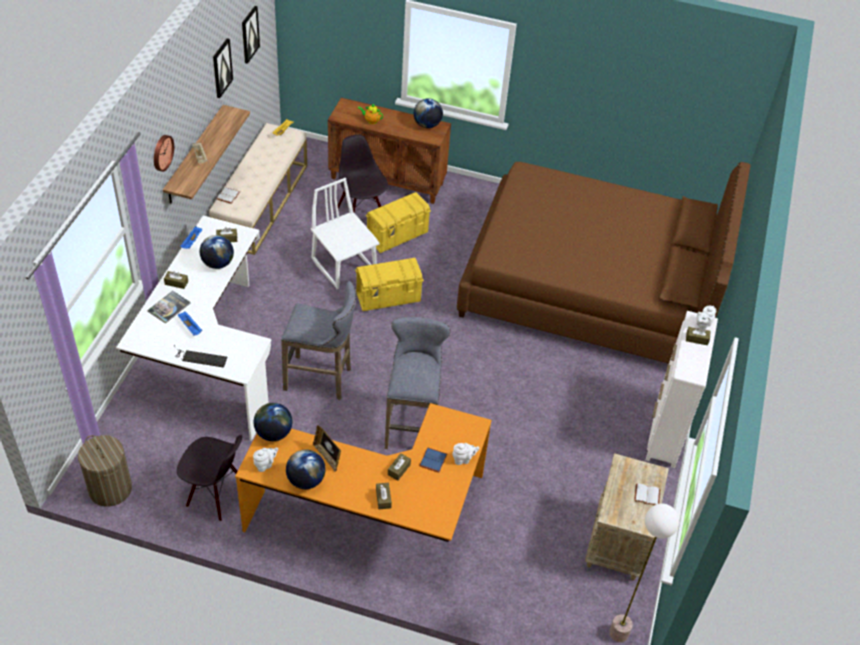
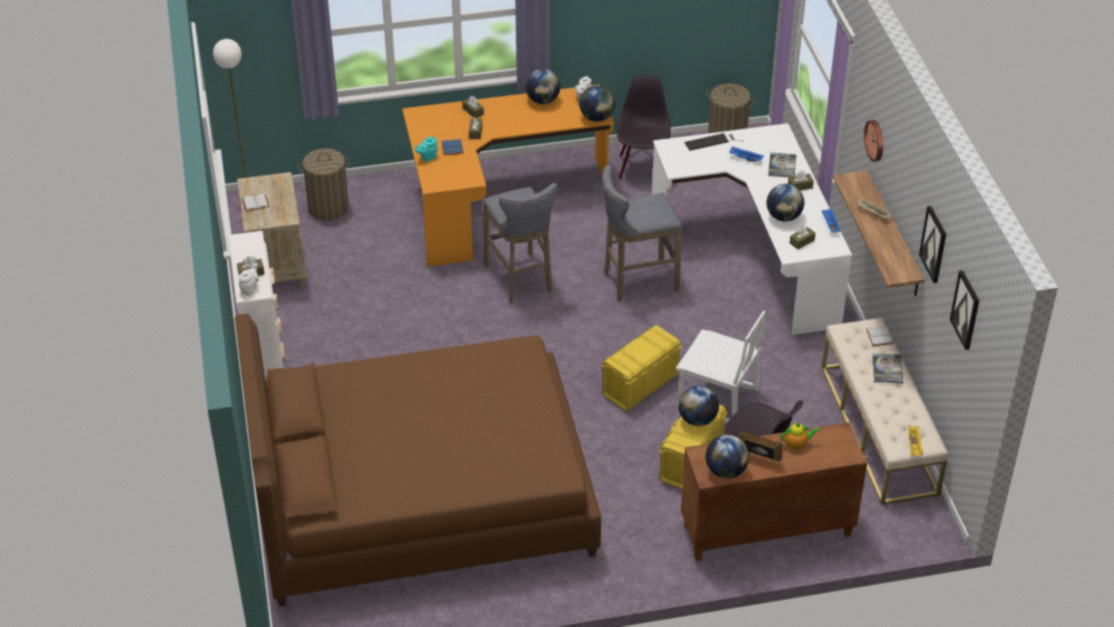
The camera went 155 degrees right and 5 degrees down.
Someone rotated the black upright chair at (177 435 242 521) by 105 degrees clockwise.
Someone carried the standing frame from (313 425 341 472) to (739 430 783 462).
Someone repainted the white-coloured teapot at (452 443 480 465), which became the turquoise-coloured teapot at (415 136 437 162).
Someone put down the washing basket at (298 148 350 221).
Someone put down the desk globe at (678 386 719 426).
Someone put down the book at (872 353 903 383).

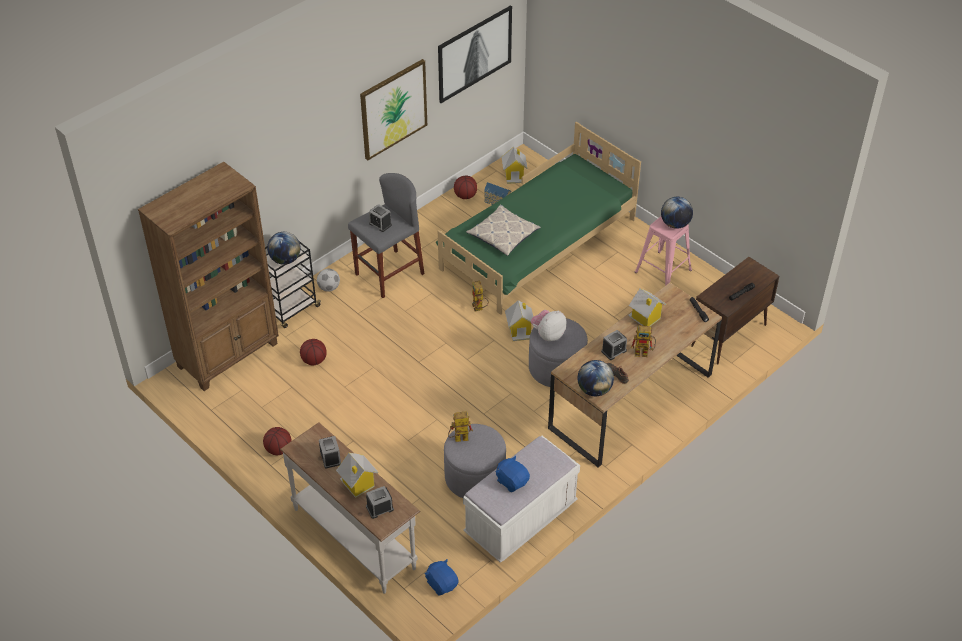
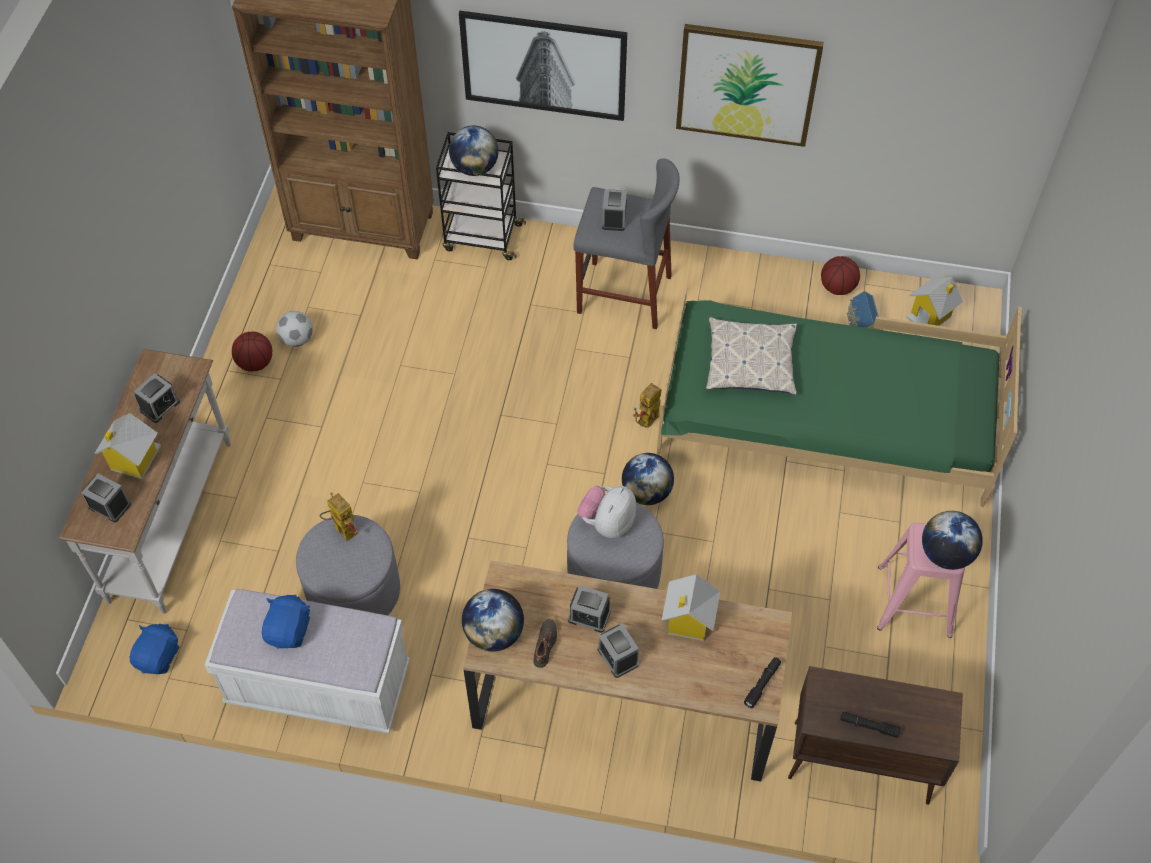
The camera went 55 degrees right and 10 degrees up.
Someone took away the ball for basketball at (300 339 327 365).
Someone carried the ball for football from (317 269 340 292) to (276 311 313 347).
Someone carried the wall picture from (438 5 512 103) to (459 11 627 121).
Someone swapped the miniature house at (505 300 534 341) for the desk globe at (622 453 674 505).
Someone rotated the soft toy at (531 310 566 341) by 75 degrees counterclockwise.
Someone swapped the model robot at (631 326 656 357) for the alarm clock at (598 624 639 678).

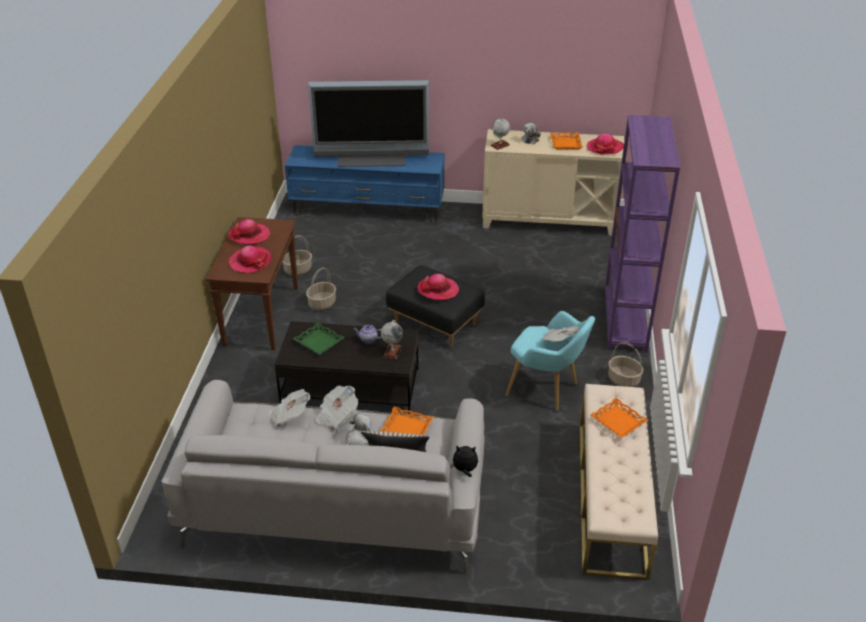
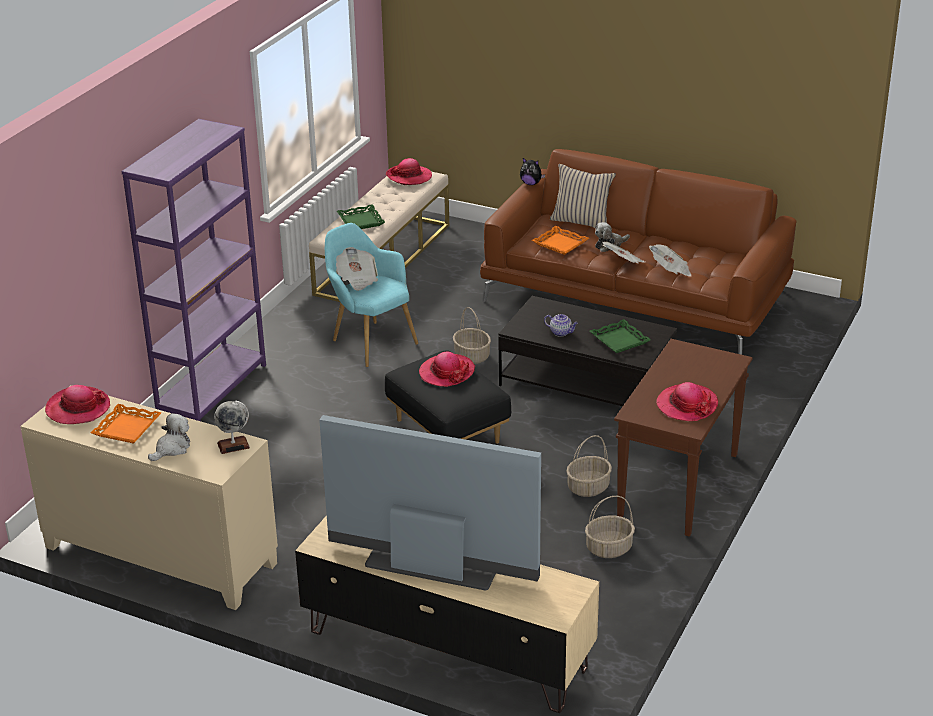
The camera went 160 degrees left and 5 degrees down.
Someone repainted the gray sofa at (161 380 485 574), which became the brown sofa at (480 149 797 355).
Someone carried the wearable hat from (229 246 272 273) to (385 158 432 185).
Someone repainted the blue tv stand at (285 145 445 223), which became the sand-coloured tv stand at (295 515 599 713).
Someone took away the desk globe at (381 320 403 360).
Someone repainted the orangey serving tray at (590 398 648 438), which became the greenish serving tray at (337 204 385 229).
Someone carried the basket from (608 342 643 387) to (453 307 491 364).

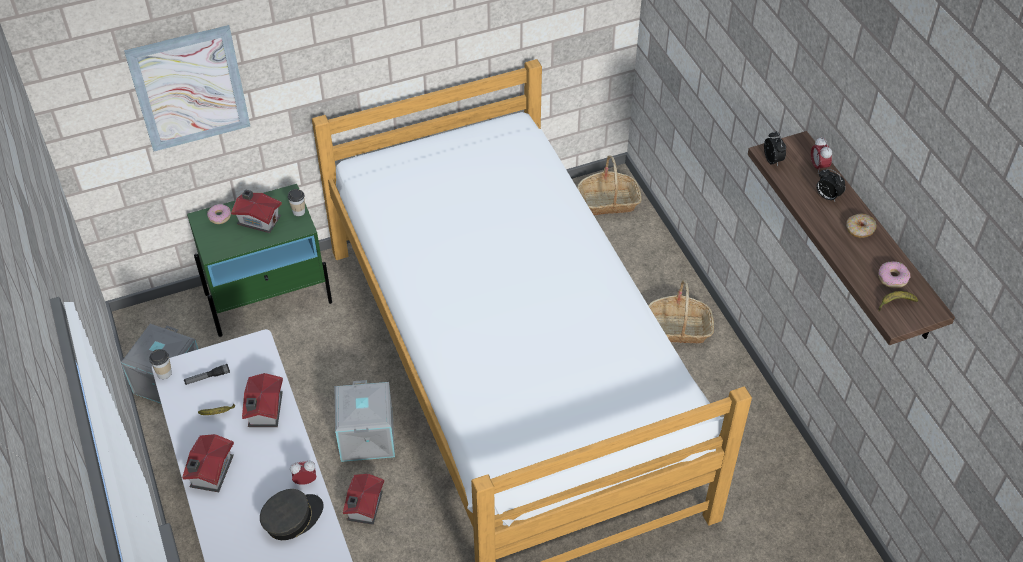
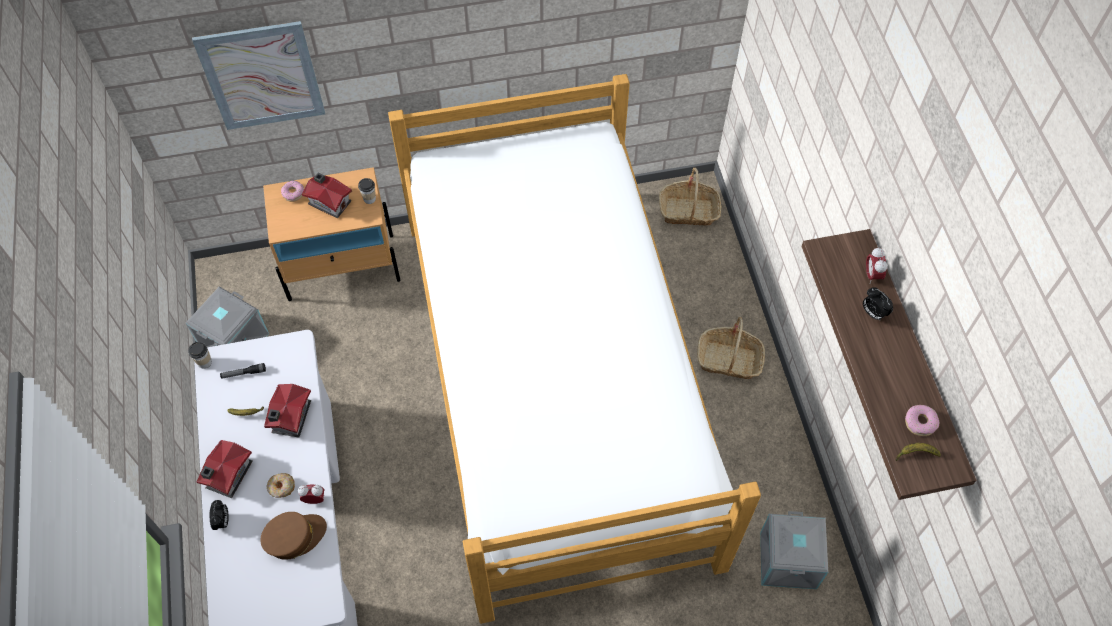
The camera went 10 degrees right and 10 degrees up.
Someone repainted the greenish nightstand at (187 184 332 337), which became the sand-coloured nightstand at (263 167 400 301).
Someone repainted the gray peaked cap at (260 489 324 540), which became the brown peaked cap at (260 512 327 560).
Someone carried the gray storage container from (334 380 395 462) to (760 511 828 589).
Someone took away the miniature house at (343 474 384 525).
Someone carried the alarm clock from (764 131 786 167) to (210 500 228 530).
Someone carried the ring doughnut from (846 213 877 238) to (266 473 295 498).

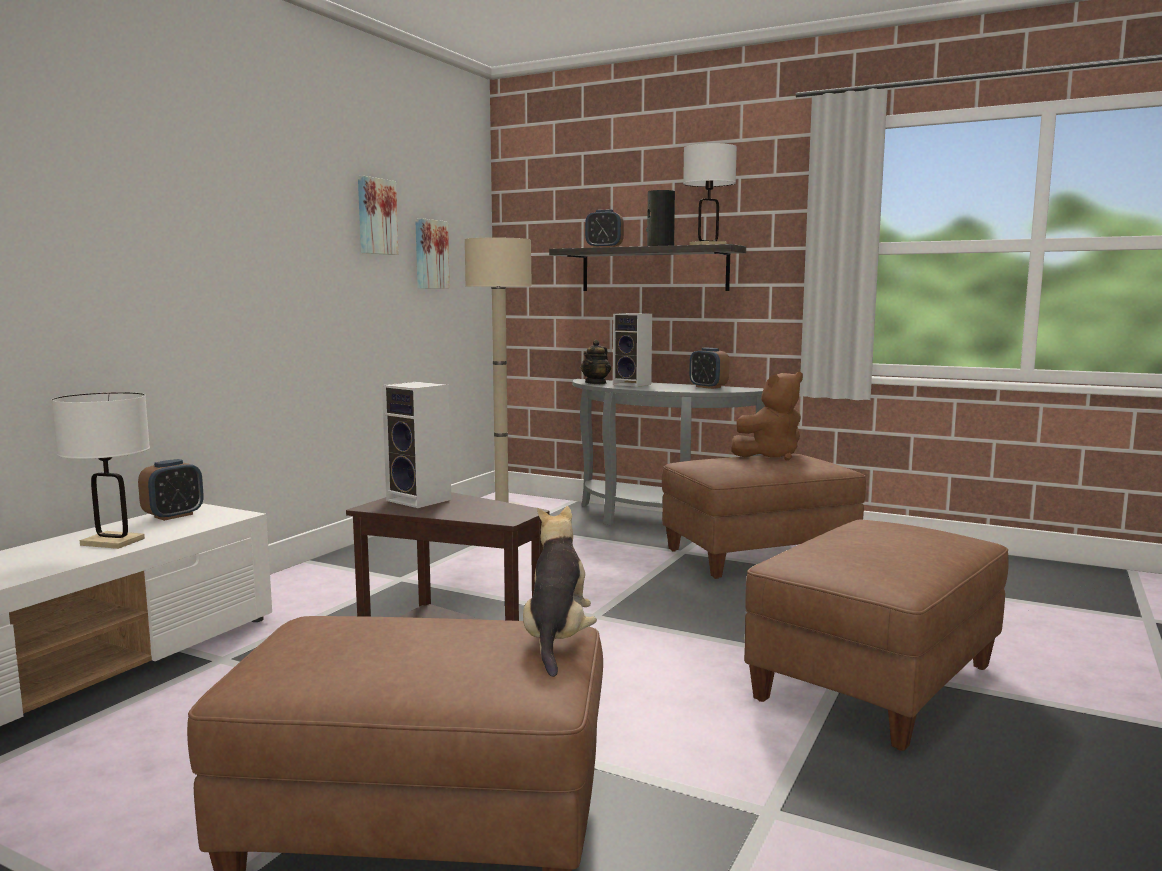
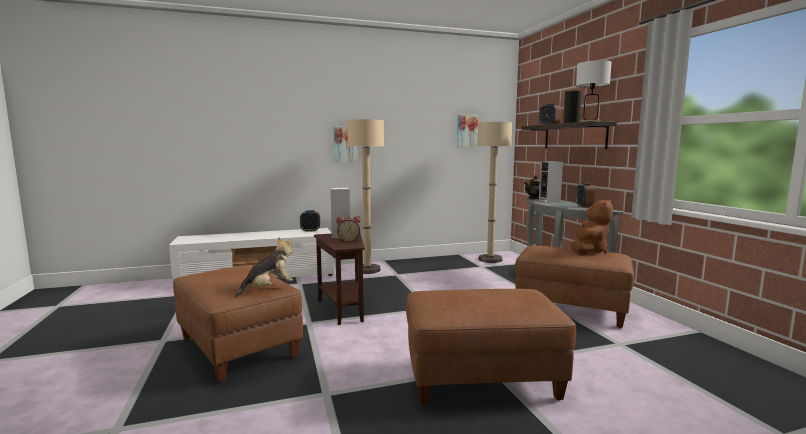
The camera went 45 degrees right and 0 degrees up.
Someone took away the white-coloured lamp for a table at (52 392 150 549).
Someone carried the wall picture from (358 176 399 255) to (334 126 358 162).
Someone rotated the brown soft toy at (731 372 803 461) by 75 degrees counterclockwise.
Someone put down the alarm clock at (336 216 361 242).
Someone put down the sand-coloured floor lamp at (347 119 384 274).

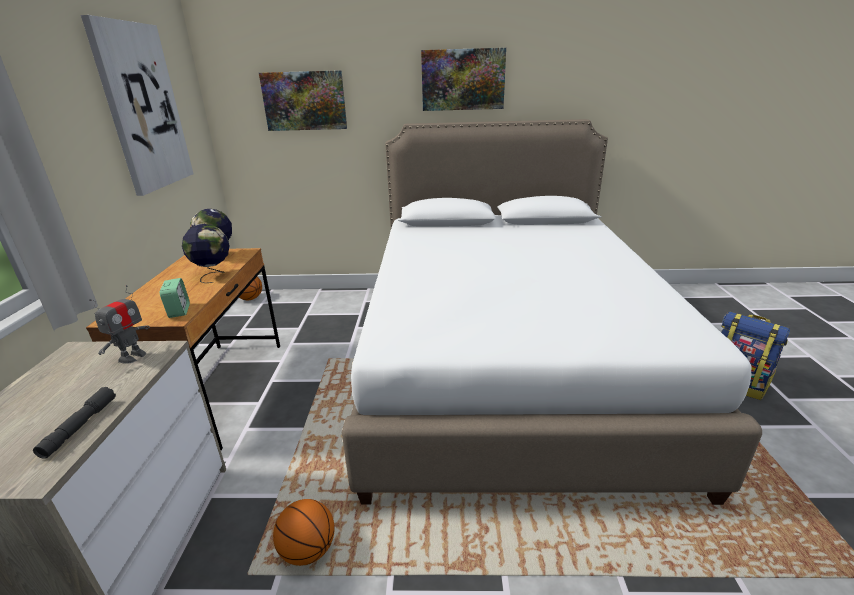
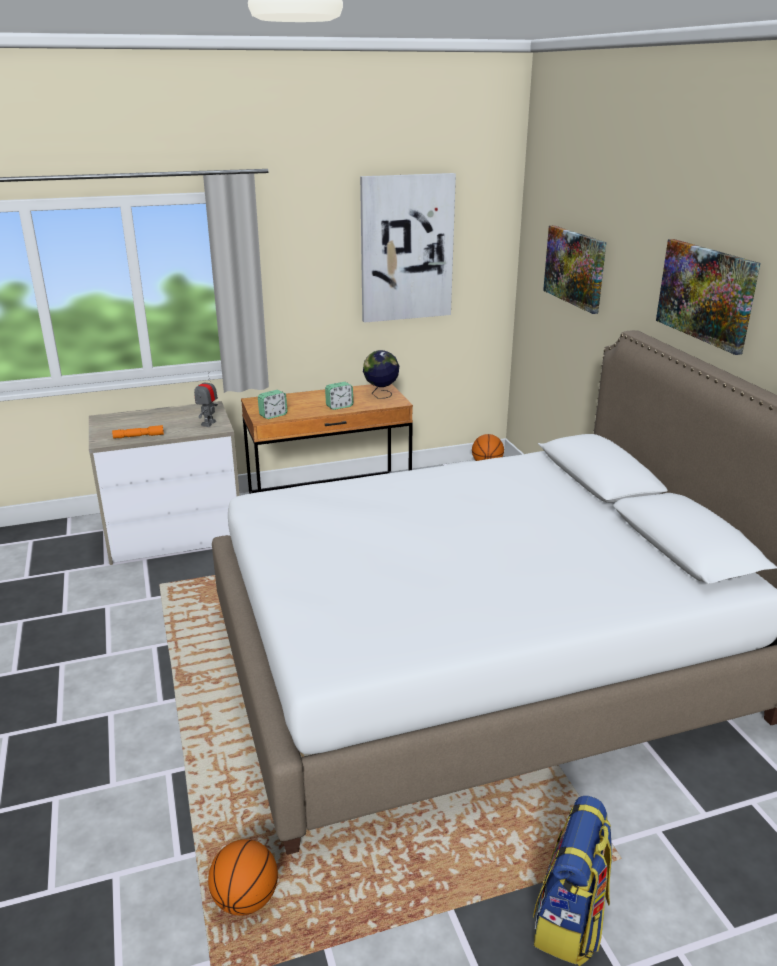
The camera went 70 degrees right and 0 degrees up.
Someone repainted the gray torch at (33 387 116 459), which became the orangey torch at (112 425 164 439).
Someone rotated the model robot at (89 285 150 364) by 105 degrees clockwise.
Someone swapped the desk globe at (182 224 230 283) for the alarm clock at (325 382 353 410).
Someone carried the ball for basketball from (273 499 335 566) to (208 839 278 916).

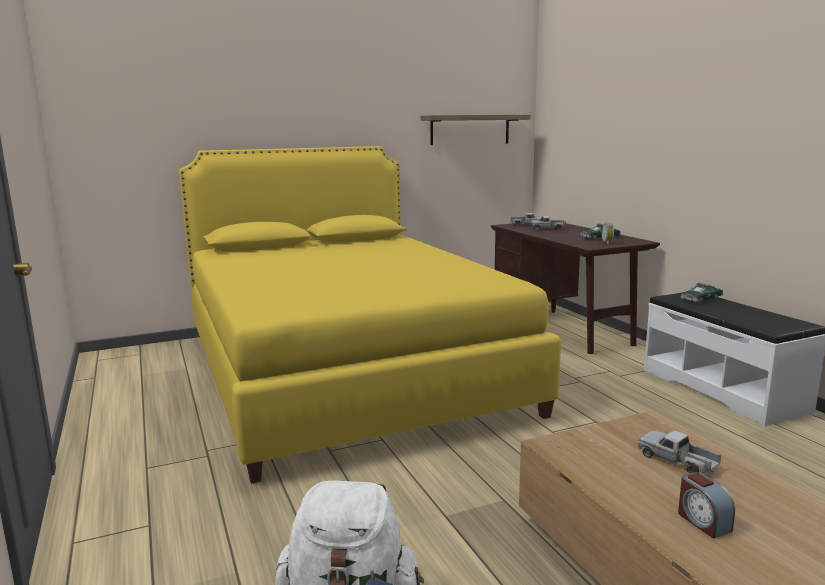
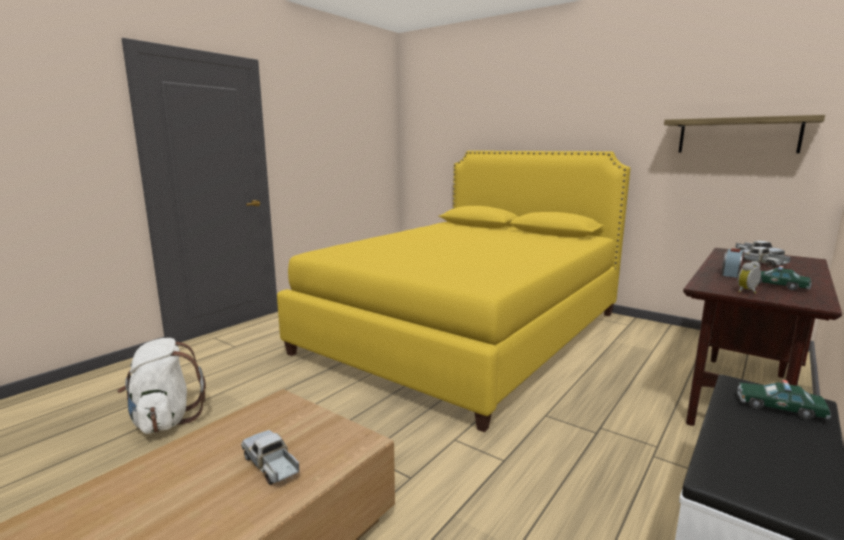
The camera went 60 degrees right and 0 degrees up.
Someone rotated the toy truck at (638 431 721 473) by 60 degrees counterclockwise.
Someone carried the alarm clock from (678 472 735 539) to (721 248 745 278).

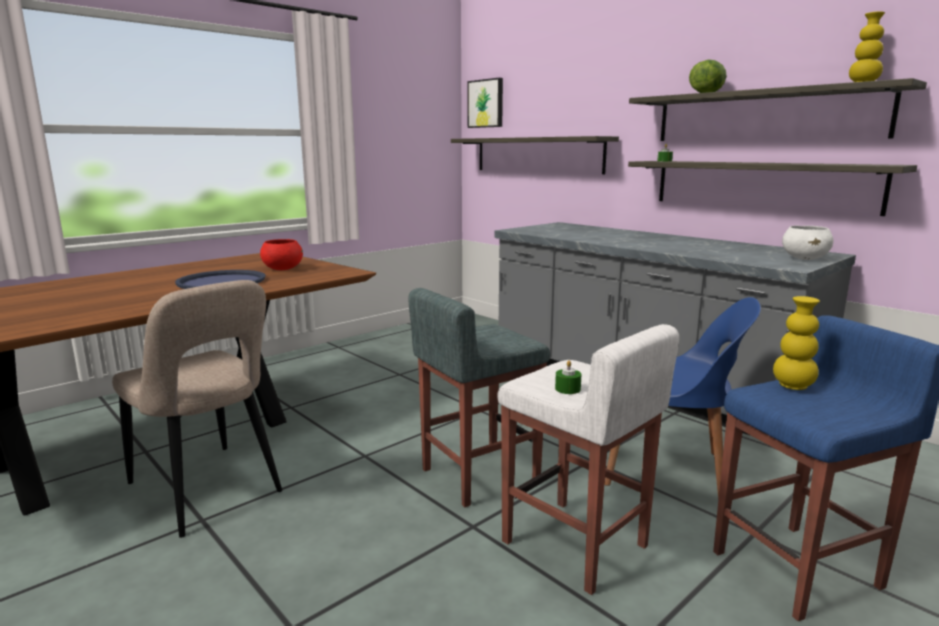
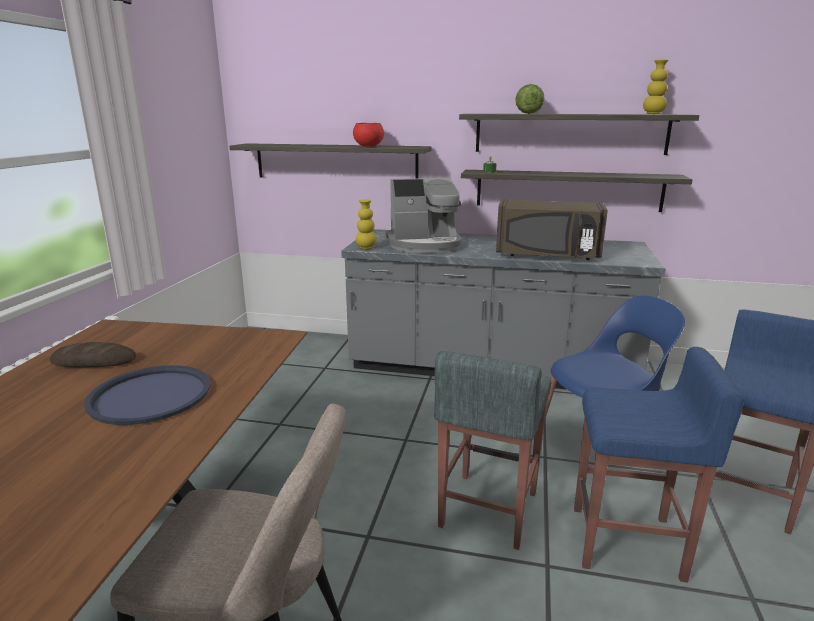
The camera went 35 degrees left and 5 degrees up.
Someone carried the reddish deep dish from (260 239 303 270) to (353 123 384 147).
Someone took away the wall picture at (467 78 503 128).
Someone repainted the white-coloured sitting stool at (498 324 679 595), which became the blue sitting stool at (574 347 744 583).
Someone took away the greenish wax candle at (555 360 581 394).
Someone carried the yellow flower vase from (773 296 820 390) to (356 199 377 249).
Someone took away the white-coloured deep dish at (782 226 833 260).
Someone put down the bread at (50 342 136 368).
Someone put down the coffee machine at (385 178 462 253).
Someone put down the brown microwave oven at (496 199 608 260).

